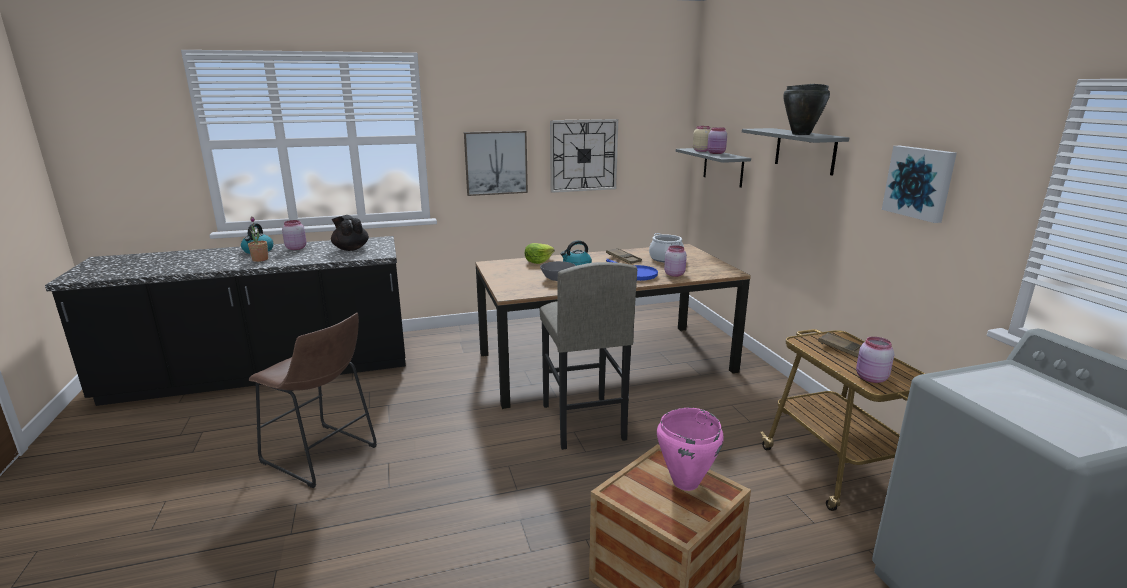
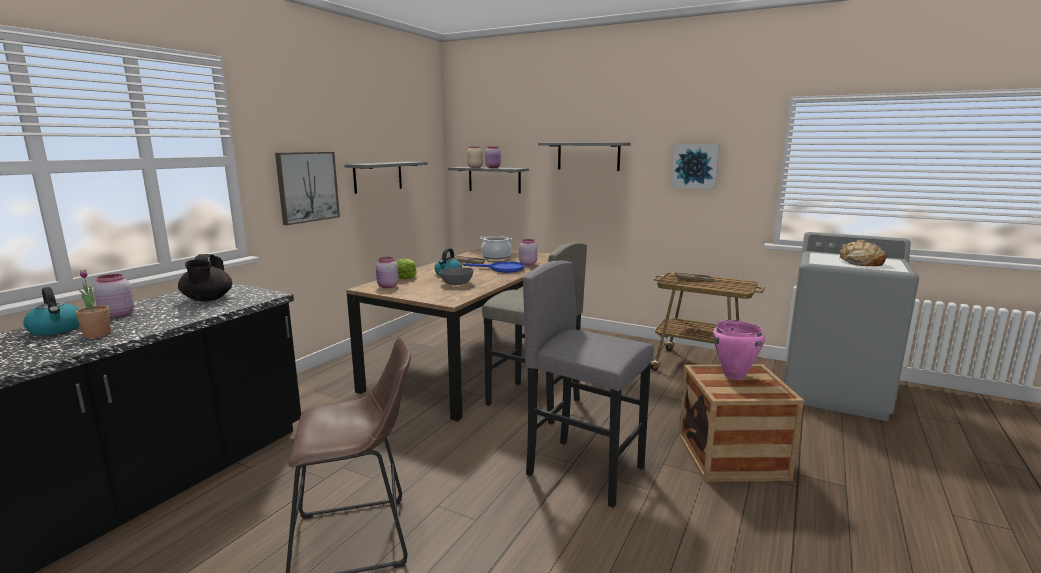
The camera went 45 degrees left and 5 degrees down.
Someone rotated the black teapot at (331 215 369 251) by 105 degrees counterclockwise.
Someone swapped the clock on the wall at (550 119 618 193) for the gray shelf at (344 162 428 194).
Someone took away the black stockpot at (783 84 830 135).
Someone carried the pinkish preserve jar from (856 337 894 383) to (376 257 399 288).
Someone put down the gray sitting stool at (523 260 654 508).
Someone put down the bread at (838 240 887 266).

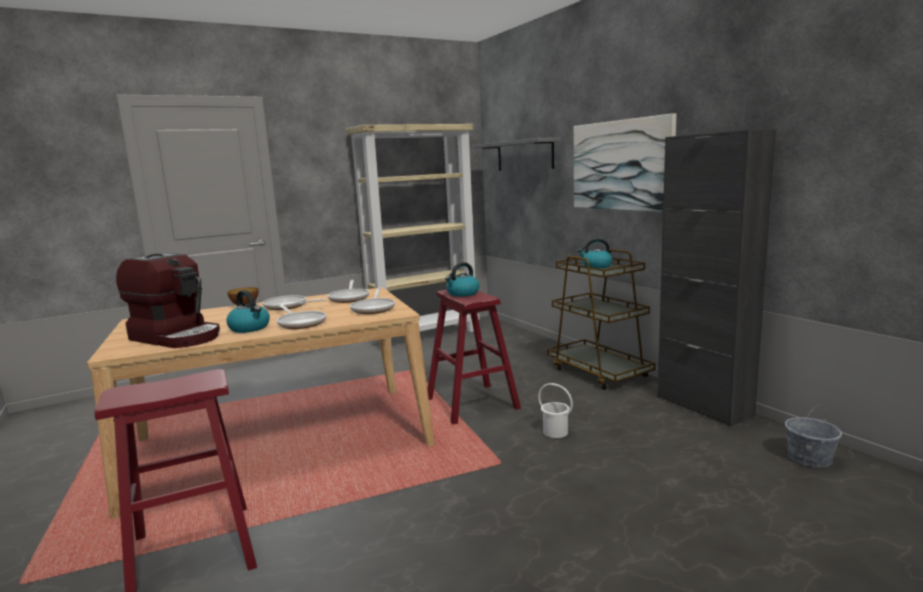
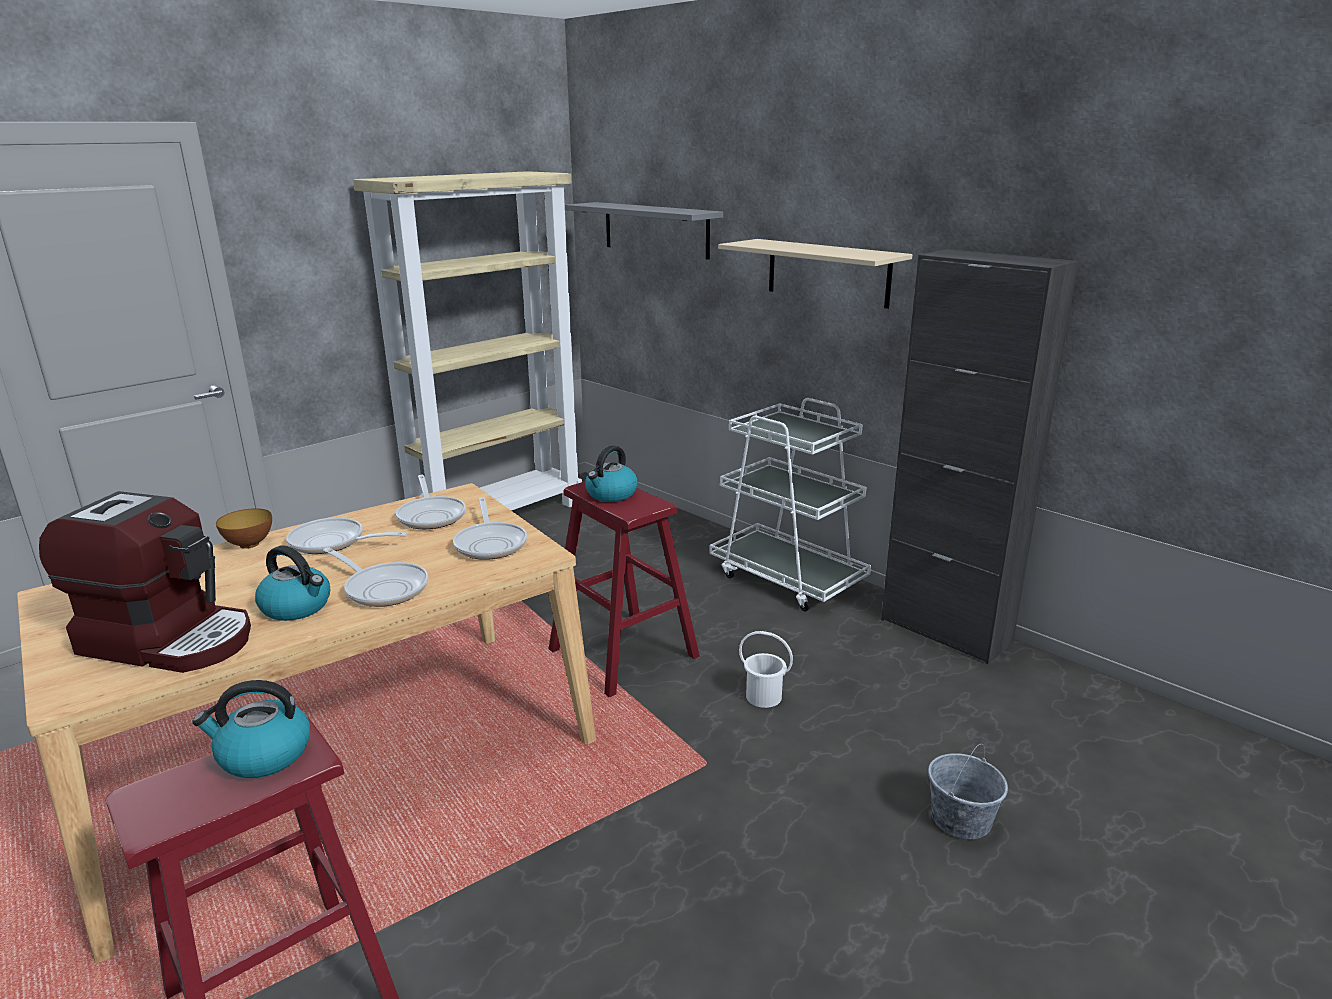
The camera went 15 degrees left and 10 degrees up.
Someone repainted the brown wheeled cart at (547 249 656 390), which became the white-coloured wheeled cart at (709 398 871 611).
Someone swapped the wall picture at (574 113 676 212) for the sand-coloured shelf at (718 239 912 309).
Someone carried the water kettle from (578 238 612 268) to (192 680 310 778).
Someone carried the gray pail from (785 404 842 468) to (928 744 1008 839).

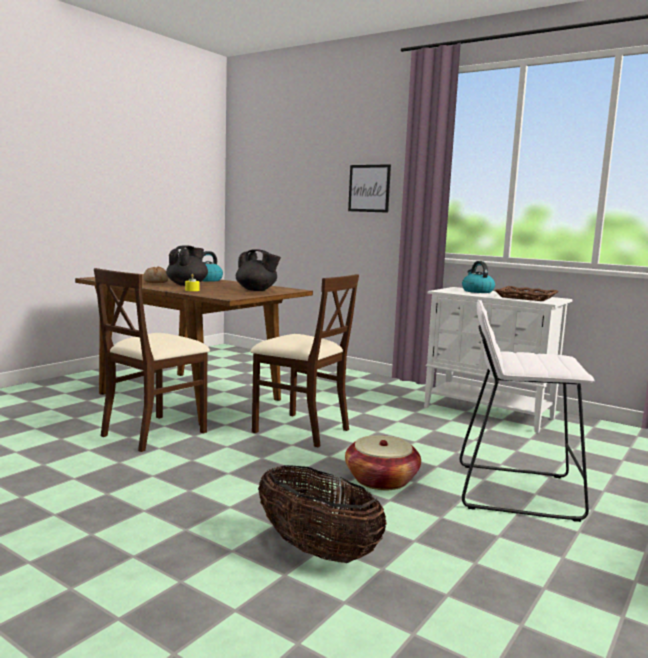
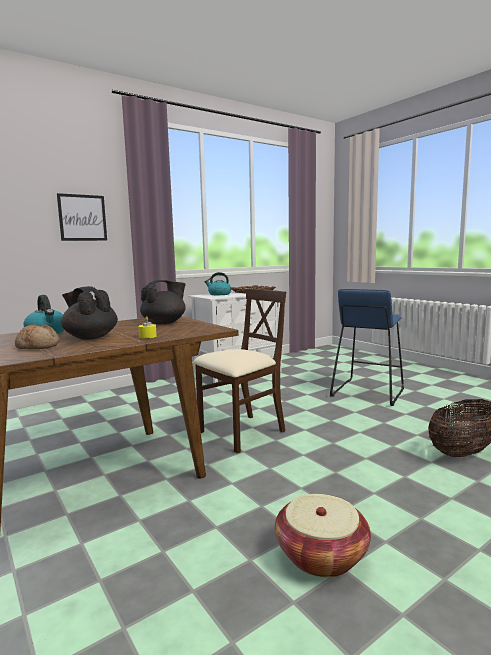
The camera went 70 degrees left and 0 degrees up.
Someone took away the sand-coloured upright chair at (94 268 210 452).
Someone carried the basket from (345 435 421 490) to (275 494 371 577).
Someone repainted the white-coloured sitting stool at (459 300 595 522), which became the blue sitting stool at (330 289 404 406).

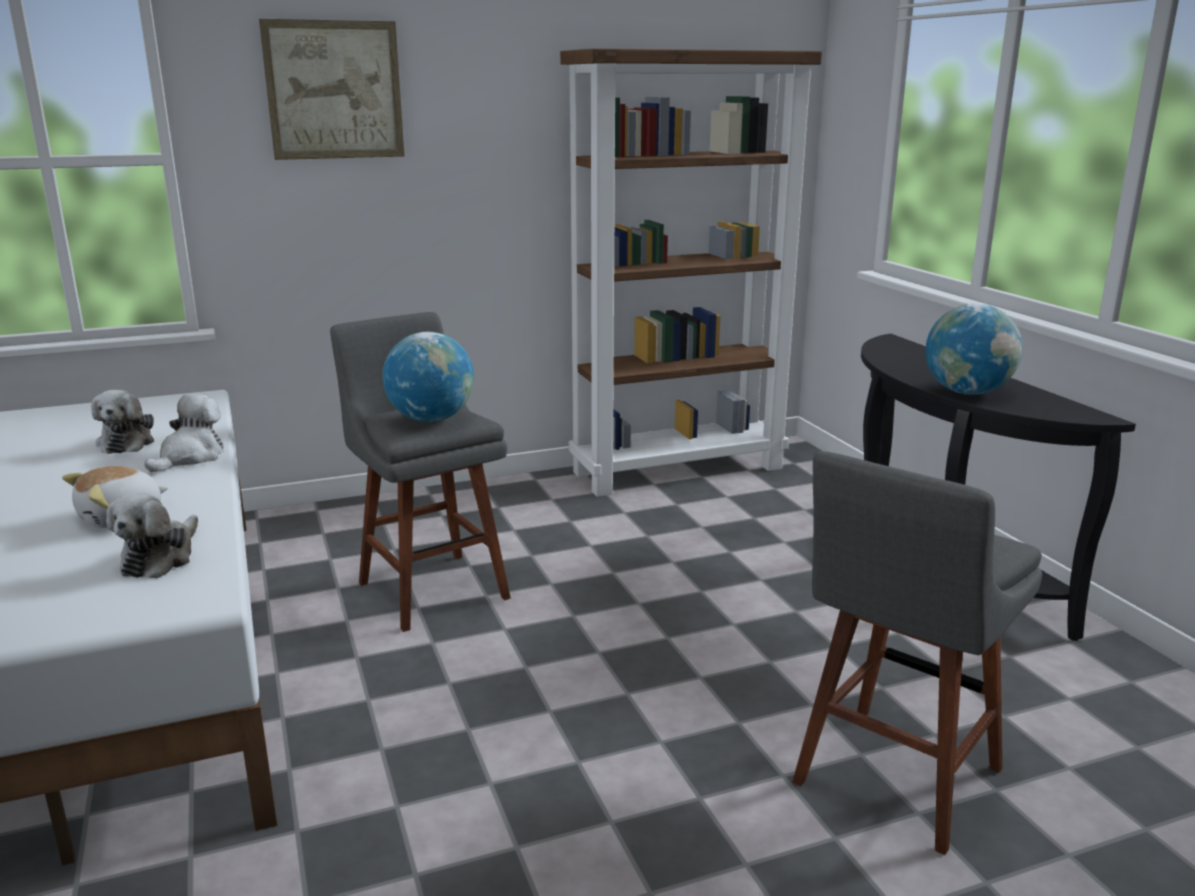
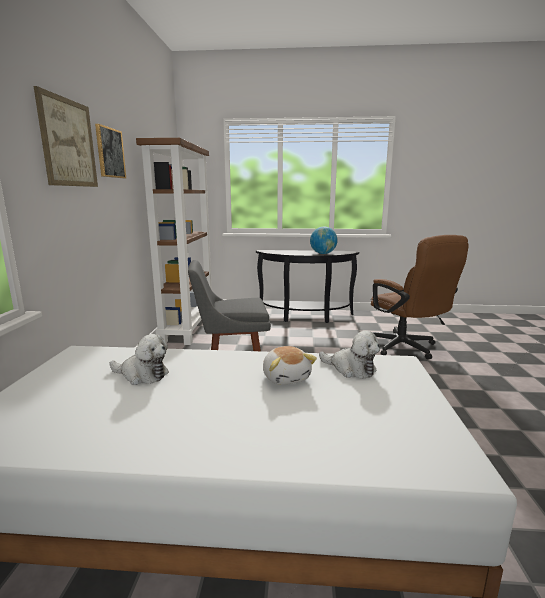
The camera went 65 degrees left and 5 degrees down.
Someone took away the soft toy at (145 393 223 473).
Someone took away the desk globe at (383 332 474 422).
Someone swapped the gray sitting stool at (792 451 1042 855) for the brown desk chair at (371 235 469 360).
Someone put up the wall picture at (95 124 126 178).

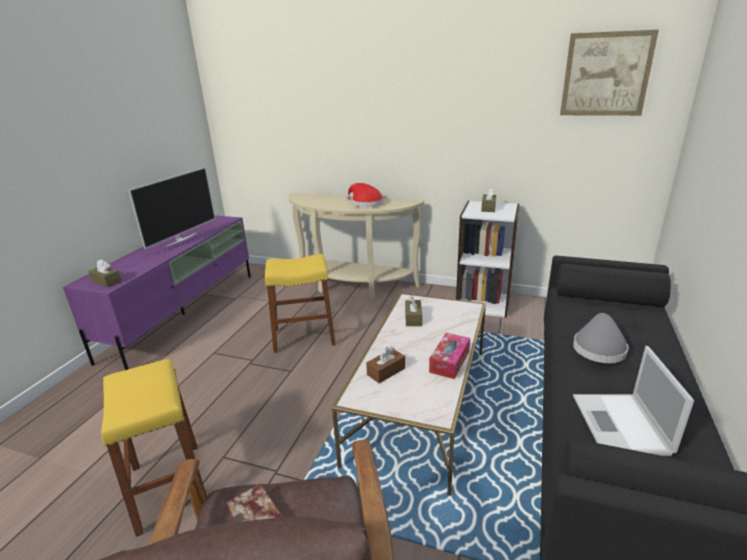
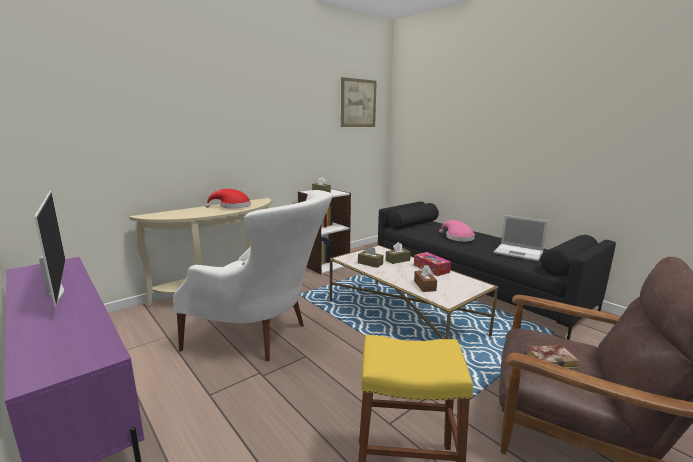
The camera went 60 degrees left and 10 degrees down.
Someone carried the brown box of tissues from (88 259 122 288) to (386 242 411 264).
Someone swapped the yellow sitting stool at (265 254 335 353) for the white-coloured easy chair at (173 190 332 361).
Someone repainted the gray wearable hat at (573 313 628 363), which became the pinkish wearable hat at (439 220 475 241).

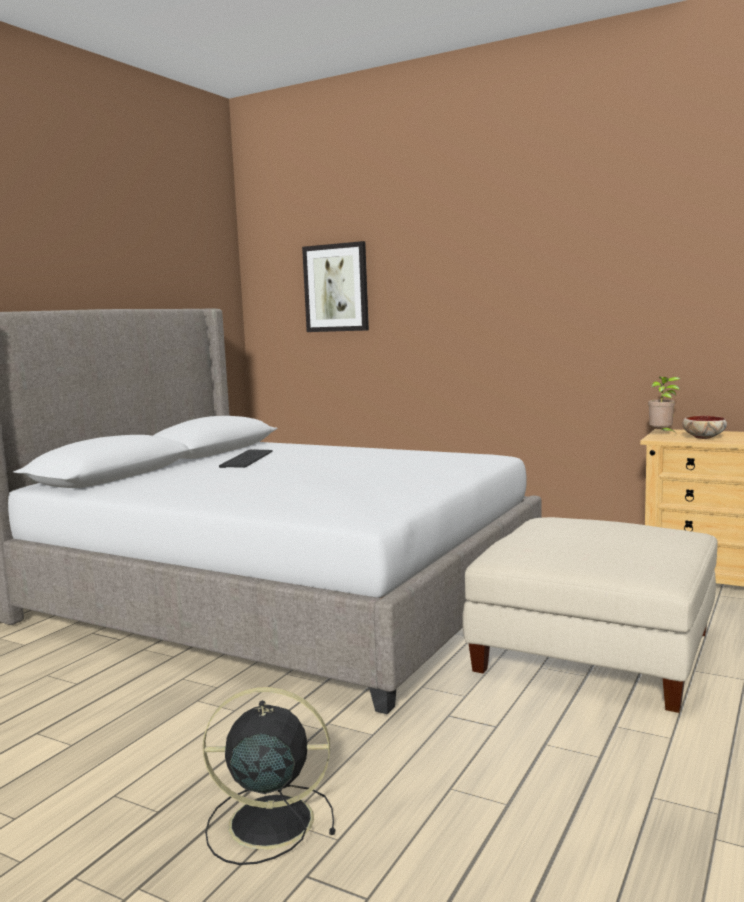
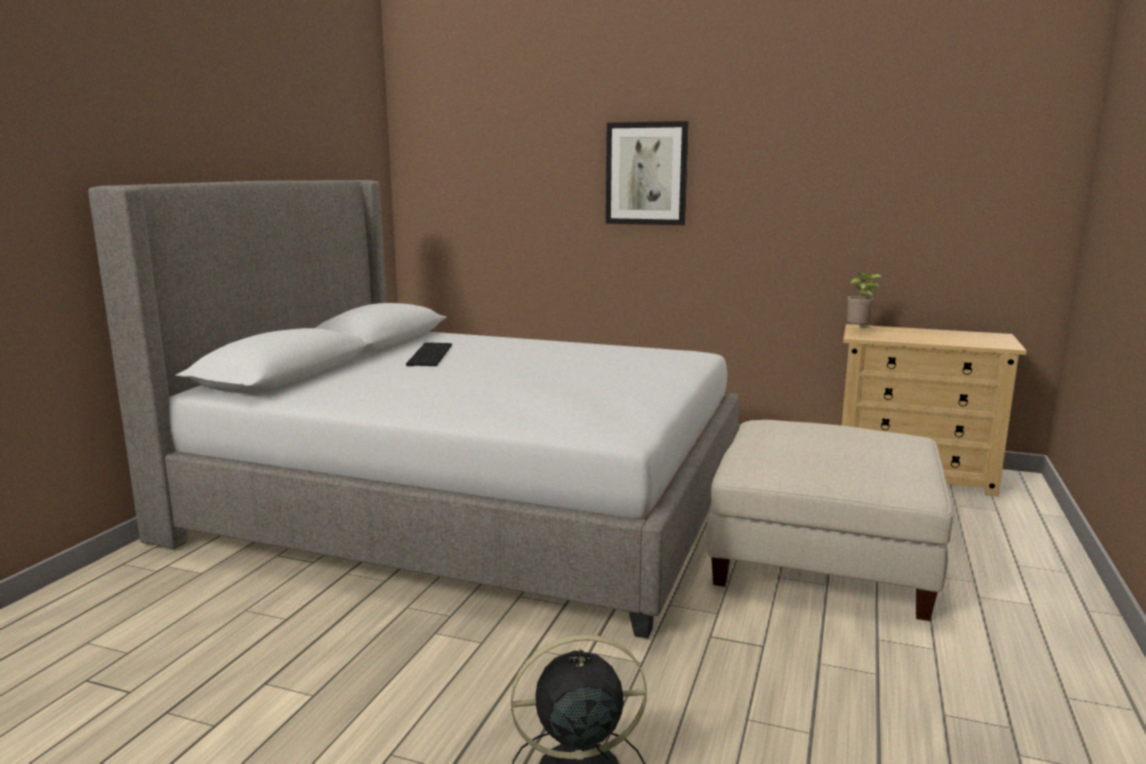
The camera went 10 degrees left and 5 degrees up.
Someone carried the wall picture from (302 241 369 332) to (606 121 689 225).
Someone took away the deep dish at (682 416 727 439).

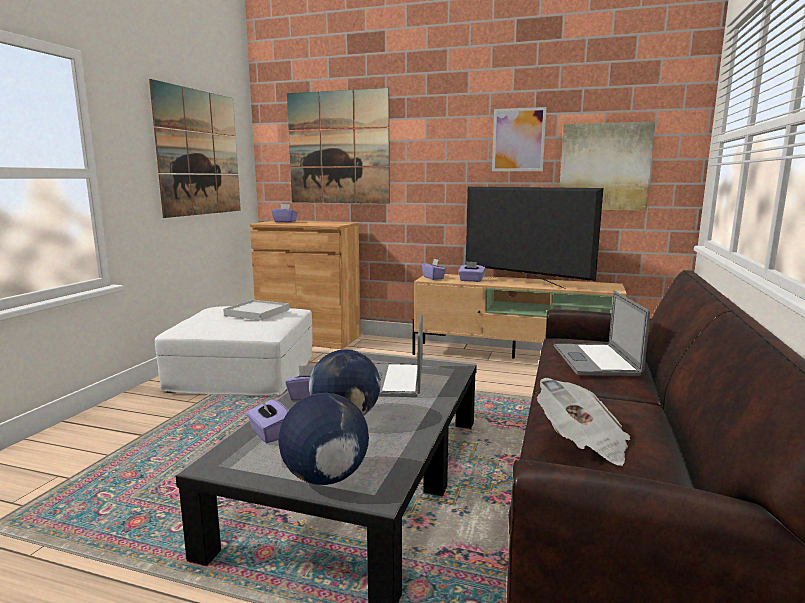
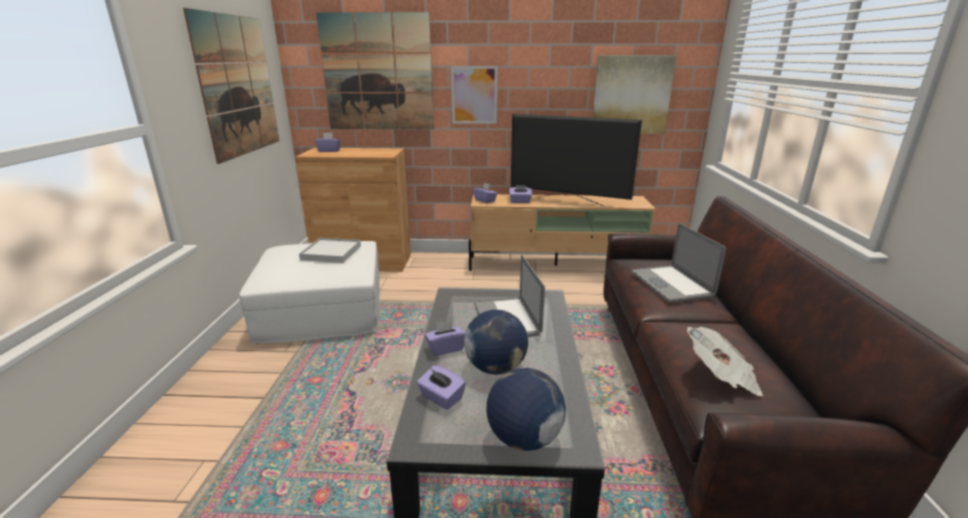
The camera went 15 degrees left and 10 degrees up.
Someone carried the wall picture from (492 107 547 171) to (451 66 497 124).

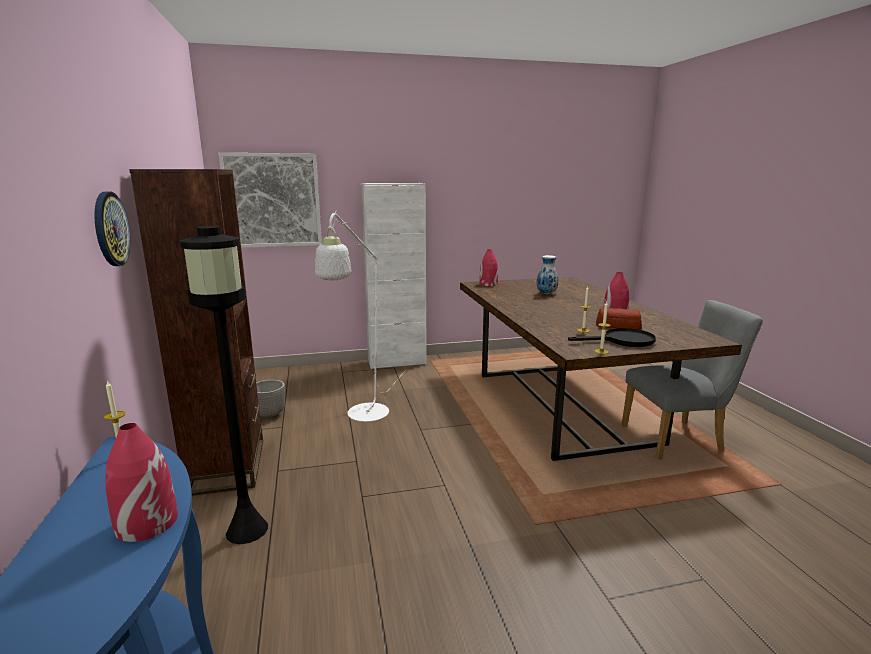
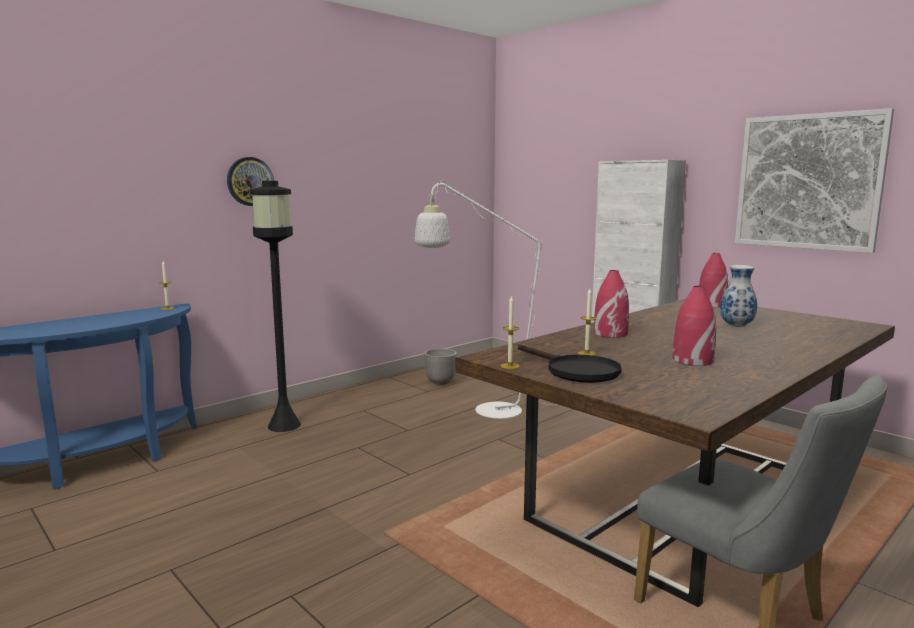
The camera went 60 degrees right and 5 degrees down.
Someone carried the reddish flower vase from (105 423 178 542) to (594 270 629 338).
Someone took away the brown bookcase at (129 169 263 496).
Someone carried the wall picture from (218 153 322 248) to (735 108 894 253).
Someone took away the bread at (596 308 642 330).

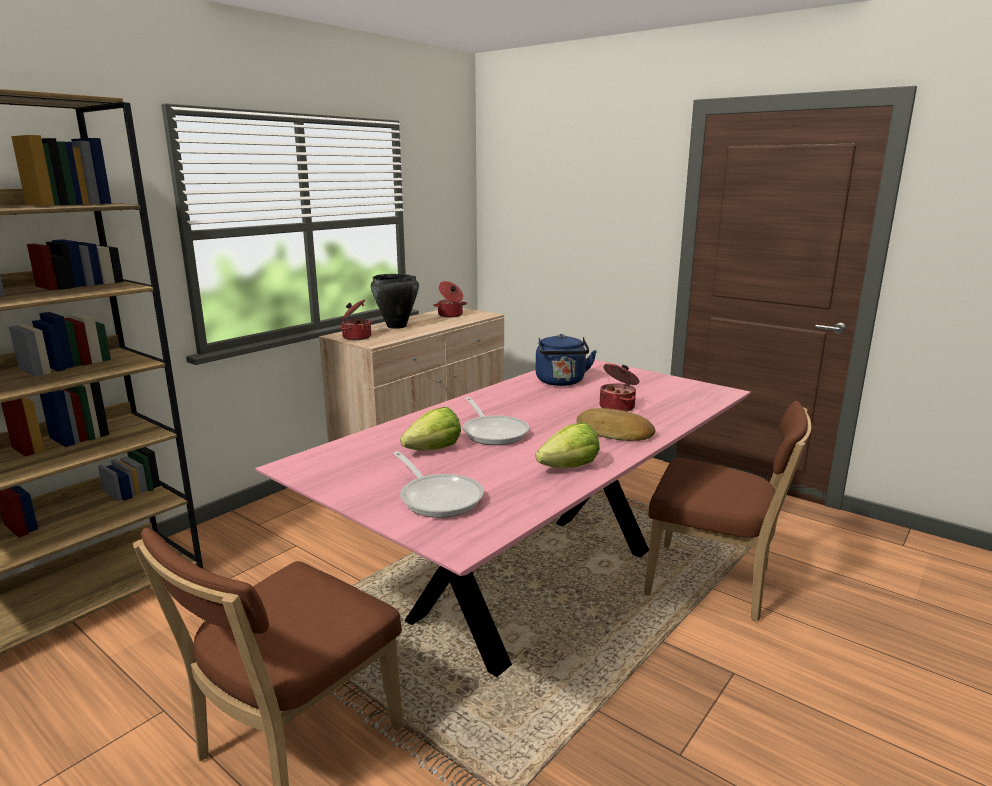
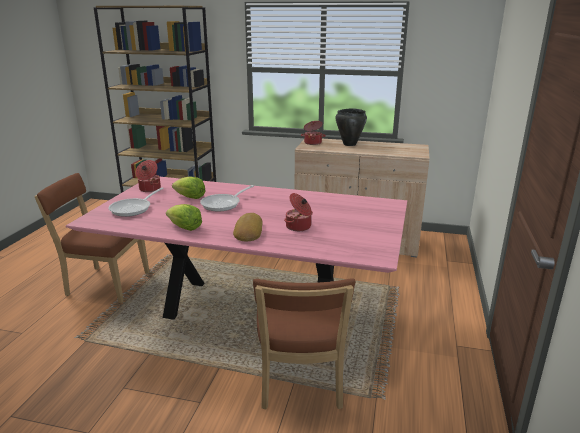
The camera went 65 degrees right and 5 degrees up.
Someone carried the stockpot from (433 281 467 317) to (135 160 161 192).
Someone took away the blue water kettle at (535 334 597 386).

